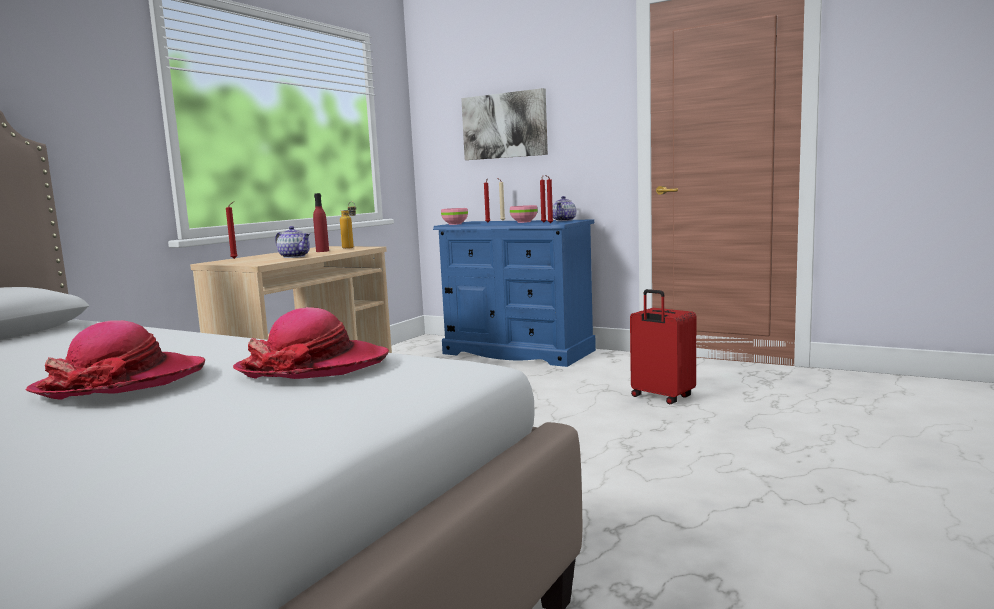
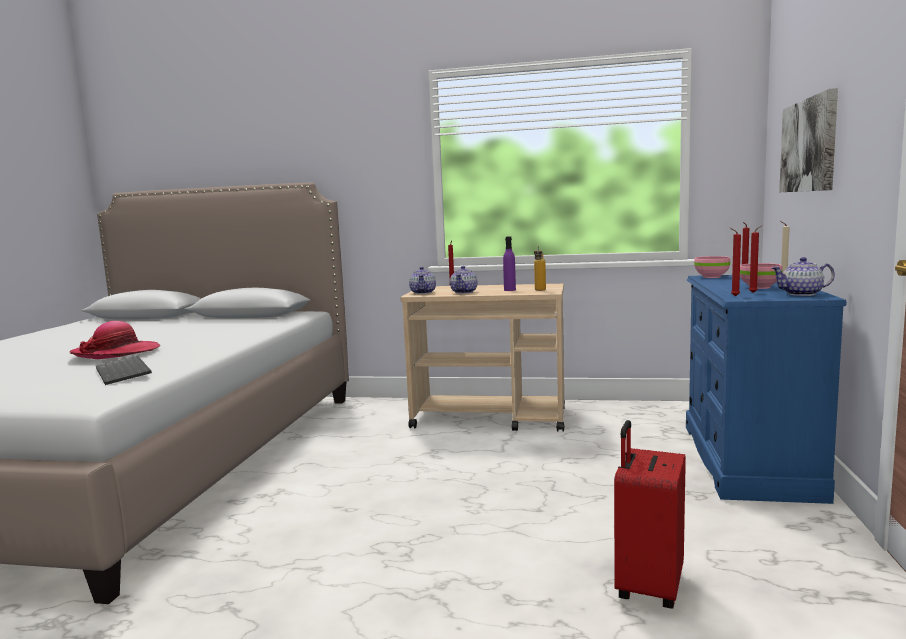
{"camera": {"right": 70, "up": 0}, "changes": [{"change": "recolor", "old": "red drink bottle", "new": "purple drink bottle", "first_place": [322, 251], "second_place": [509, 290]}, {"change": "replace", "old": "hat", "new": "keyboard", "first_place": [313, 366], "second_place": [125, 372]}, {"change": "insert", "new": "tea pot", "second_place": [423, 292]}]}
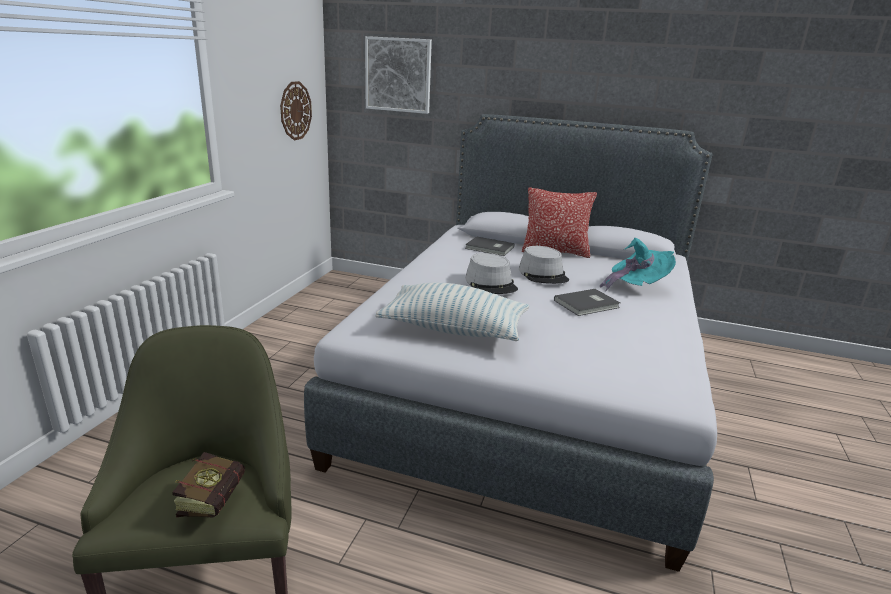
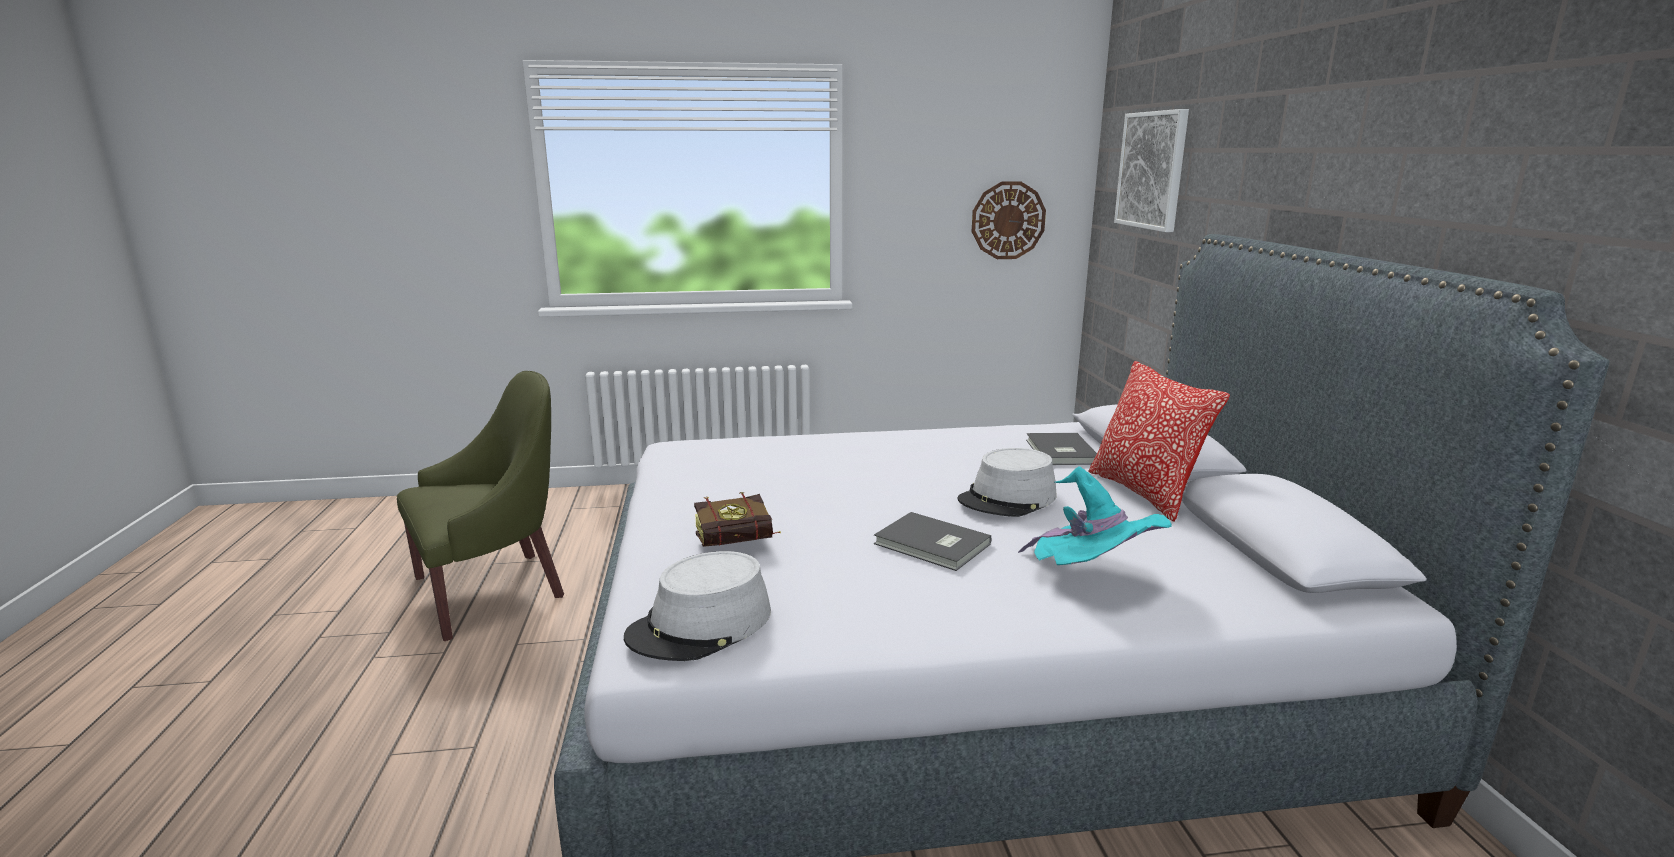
{"camera": {"right": 65, "up": -5}, "changes": [{"change": "move", "old": "grey hat", "first_place": [491, 284], "second_place": [701, 625]}, {"change": "delete", "old": "throw pillow", "first_place": [453, 329]}, {"change": "move", "old": "bound book", "first_place": [216, 497], "second_place": [742, 544]}]}
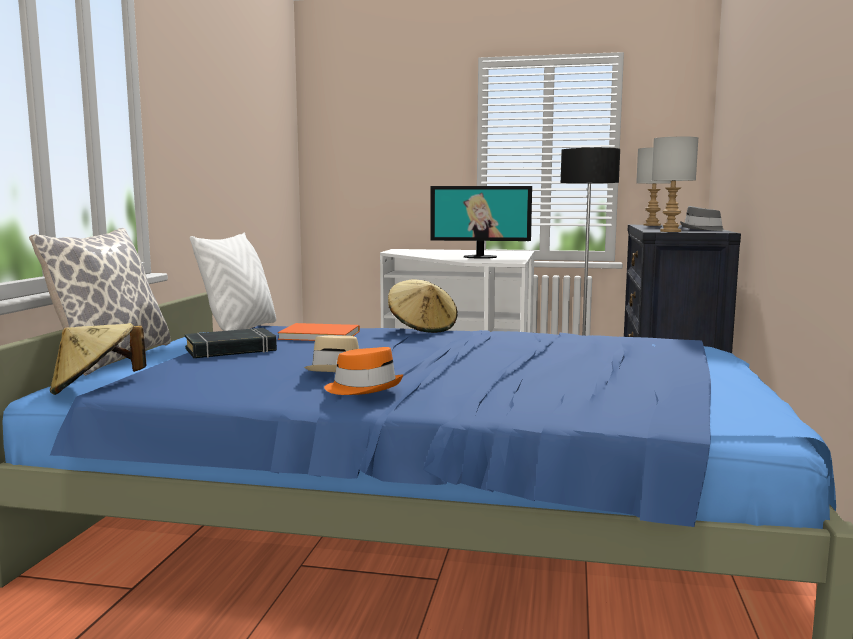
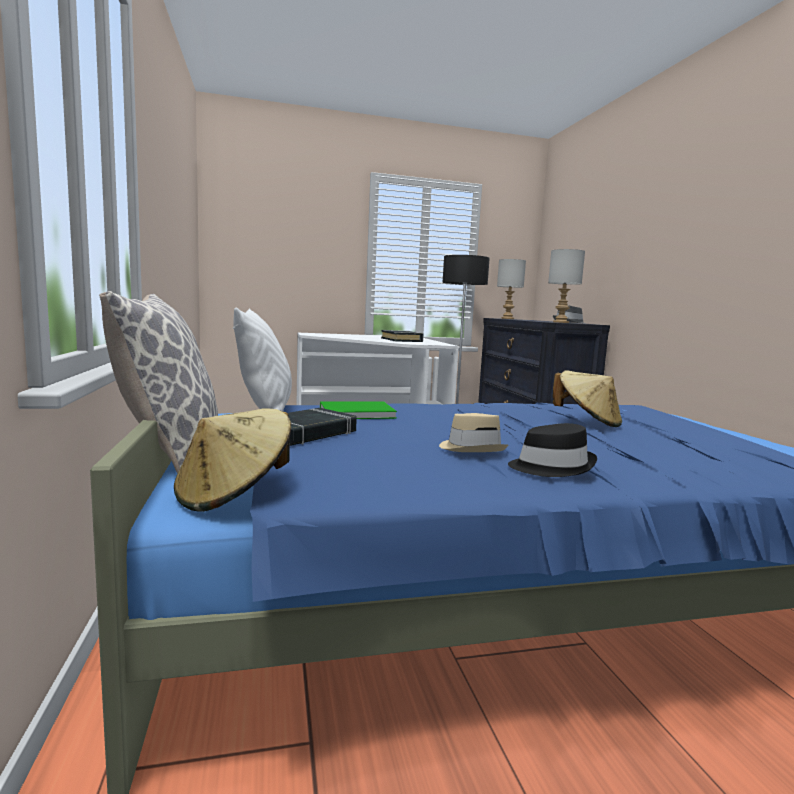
{"camera": {"right": -25, "up": 0}, "changes": [{"change": "replace", "old": "computer display", "new": "blackish bound book", "first_place": [480, 257], "second_place": [401, 340]}, {"change": "move", "old": "beige hat", "first_place": [422, 328], "second_place": [587, 421]}, {"change": "recolor", "old": "orange bound book", "new": "green-coloured bound book", "first_place": [318, 335], "second_place": [354, 412]}, {"change": "recolor", "old": "orange hat", "new": "blackish hat", "first_place": [364, 388], "second_place": [551, 467]}]}
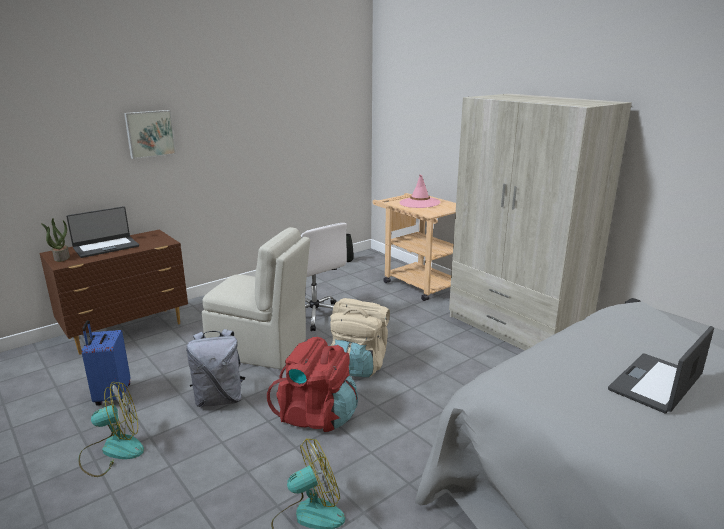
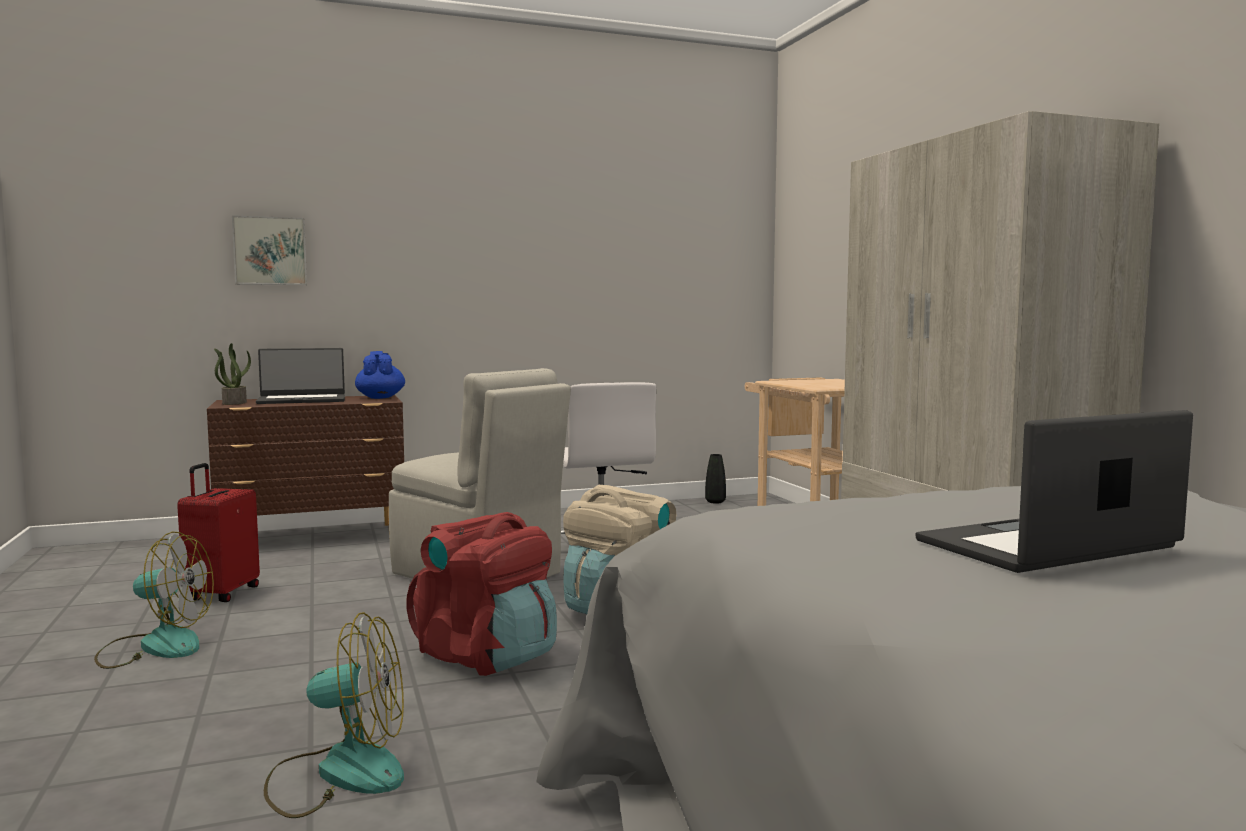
{"camera": {"right": 20, "up": -15}, "changes": [{"change": "move", "old": "picture", "first_place": [149, 133], "second_place": [270, 251]}, {"change": "delete", "old": "pinkish hat", "first_place": [419, 203]}, {"change": "recolor", "old": "blue-coloured suitcase", "new": "red suitcase", "first_place": [112, 395], "second_place": [221, 594]}, {"change": "delete", "old": "grey rucksack", "first_place": [219, 399]}, {"change": "insert", "new": "blue-coloured tea pot", "second_place": [380, 397]}]}
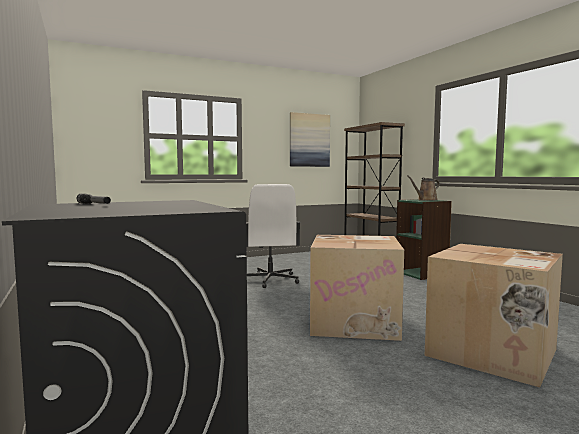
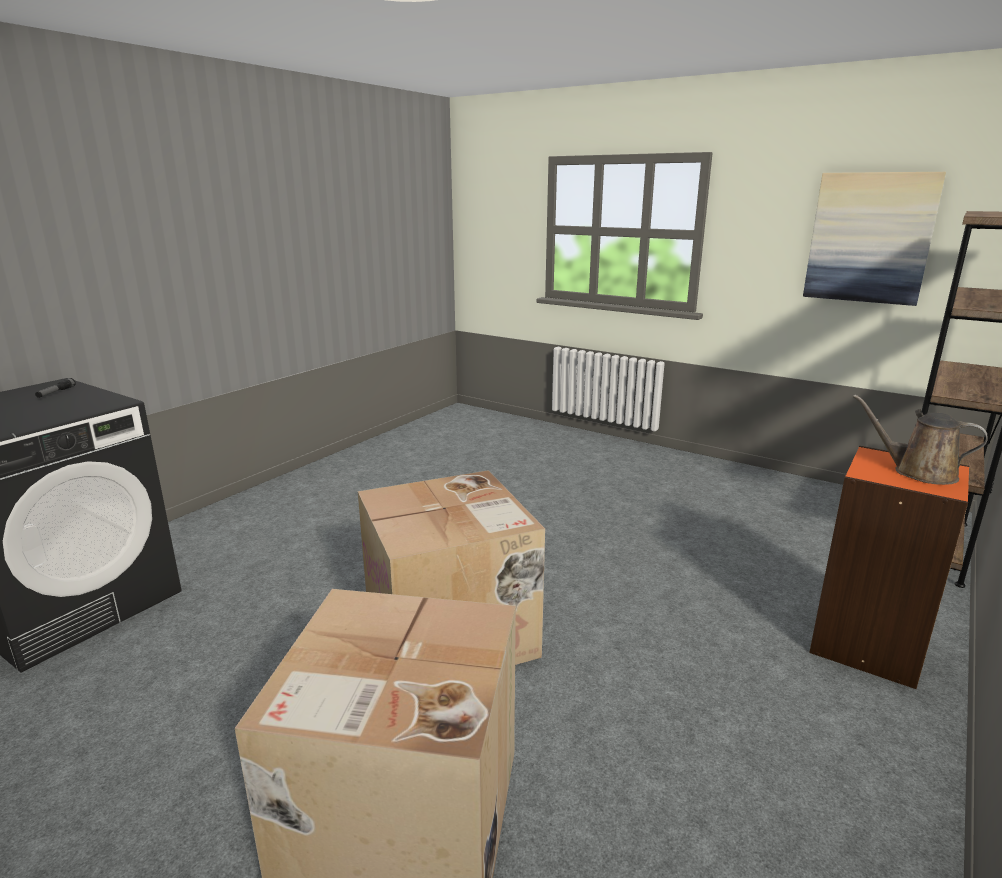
{"camera": {"right": 60, "up": 15}, "changes": [{"change": "delete", "old": "whitish desk chair", "first_place": [270, 280]}, {"change": "recolor", "old": "green-coloured shelving unit", "new": "orange shelving unit", "first_place": [422, 274], "second_place": [869, 644]}]}
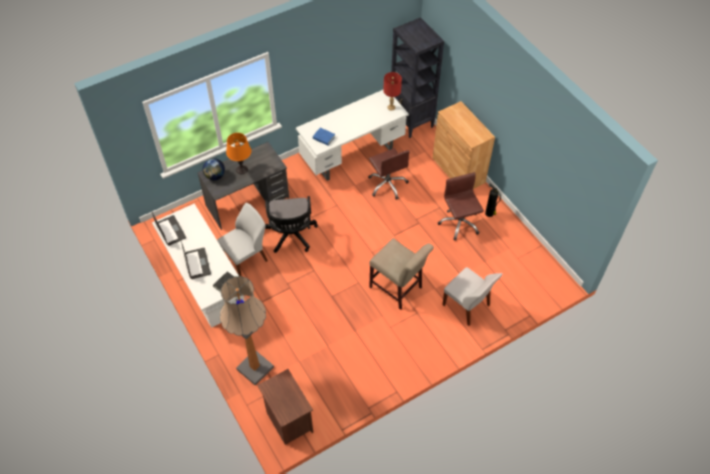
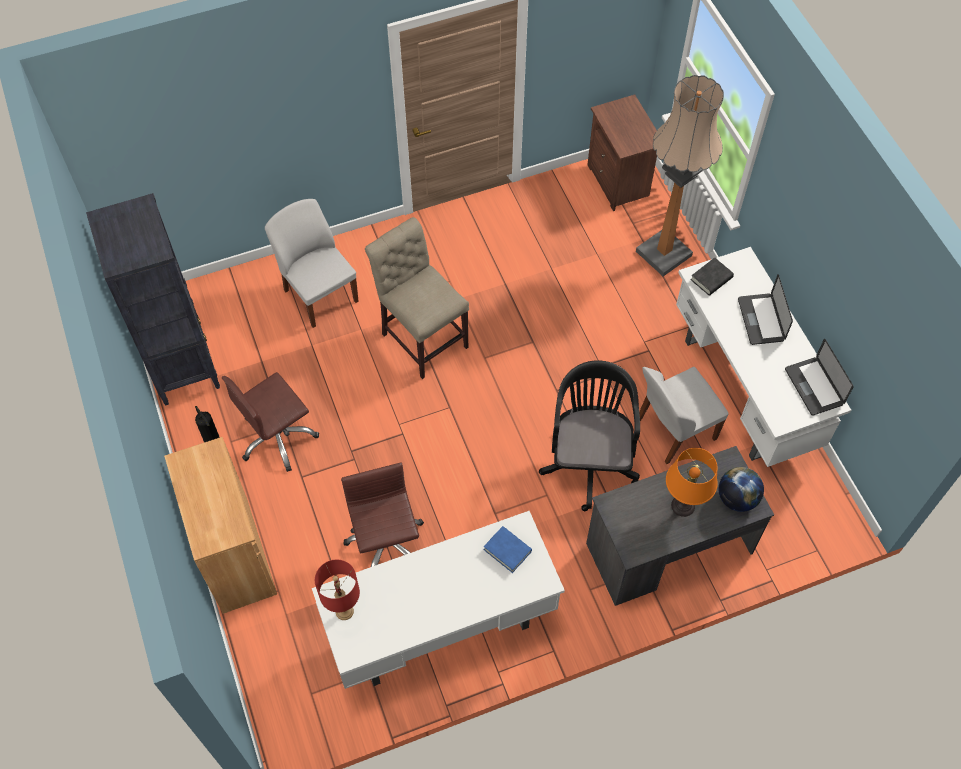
{"camera": {"right": -170, "up": 5}, "changes": [{"change": "move", "old": "blackish shelving unit", "first_place": [411, 121], "second_place": [184, 367]}, {"change": "rotate", "old": "brown desk chair", "first_place": [459, 223], "second_place": [278, 438], "degrees": 60}]}
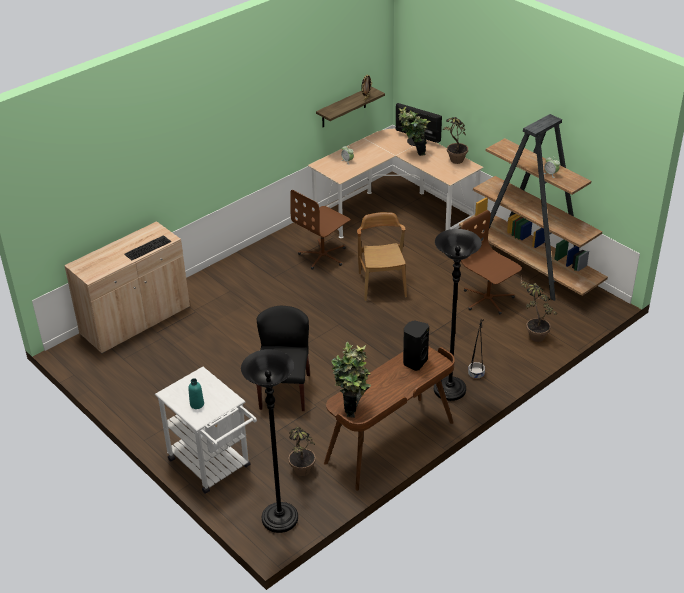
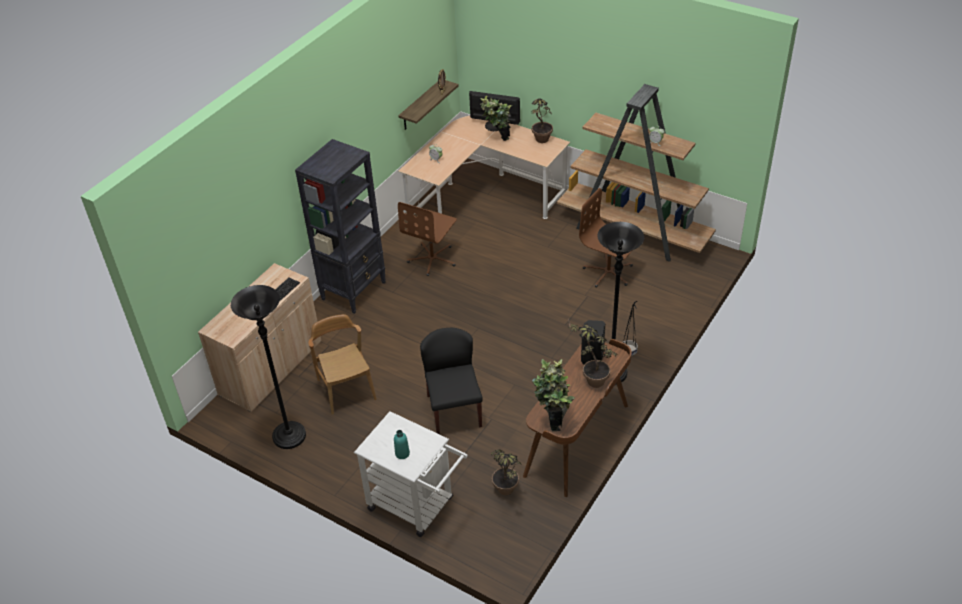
{"camera": {"right": -15, "up": 5}, "changes": [{"change": "move", "old": "brown upright chair", "first_place": [382, 285], "second_place": [346, 389]}, {"change": "move", "old": "plant in a pot", "first_place": [533, 334], "second_place": [590, 378]}, {"change": "move", "old": "blackish floor lamp", "first_place": [279, 519], "second_place": [289, 436]}, {"change": "insert", "new": "blackish shelving unit", "second_place": [354, 290]}]}
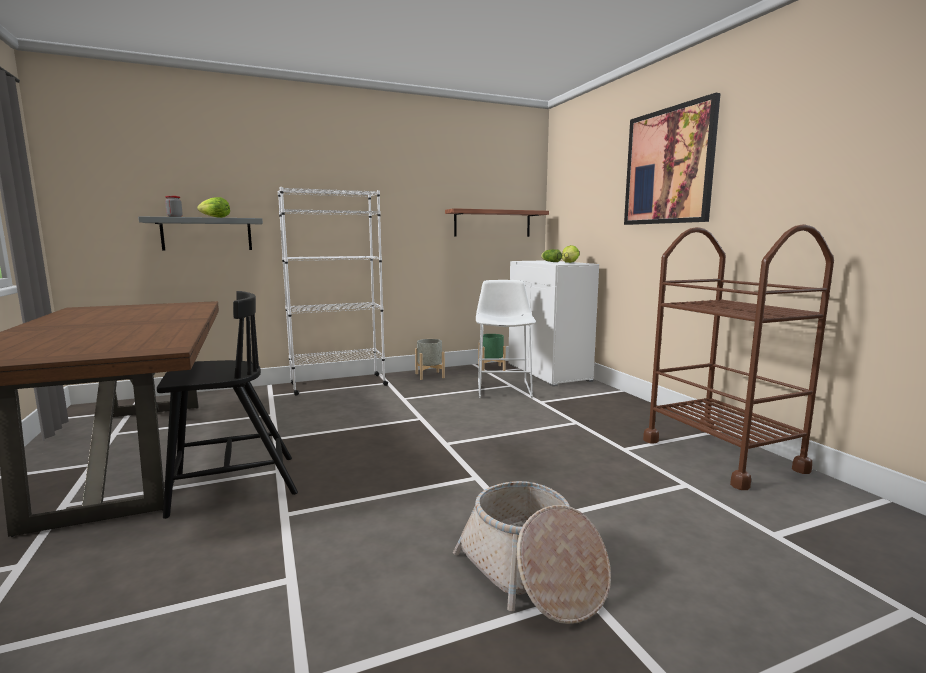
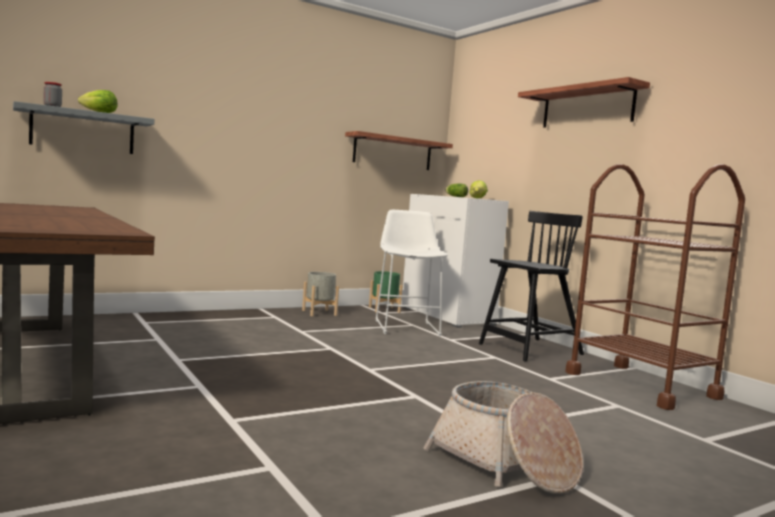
{"camera": {"right": -10, "up": -5}, "changes": [{"change": "replace", "old": "picture", "new": "wall shelf", "first_place": [668, 166], "second_place": [587, 107]}, {"change": "delete", "old": "whitish shelving unit", "first_place": [338, 384]}, {"change": "move", "old": "blackish upright chair", "first_place": [231, 485], "second_place": [529, 350]}]}
